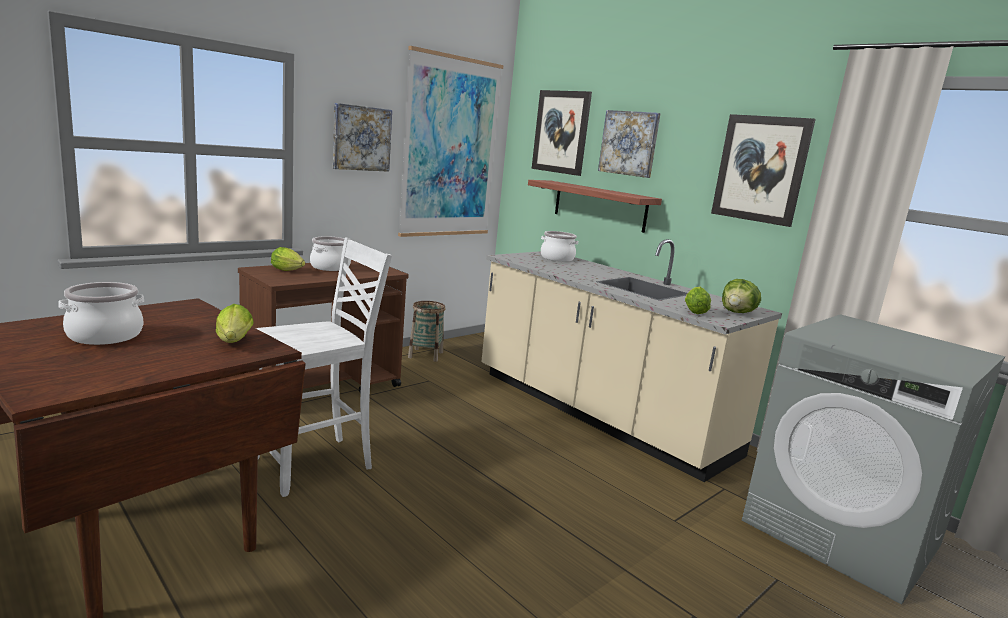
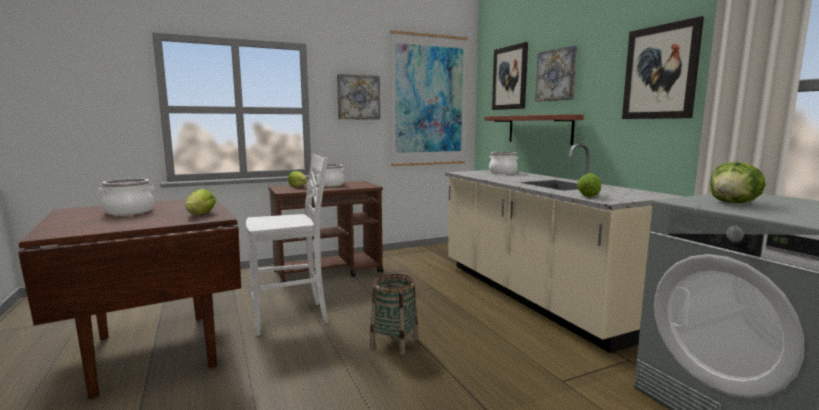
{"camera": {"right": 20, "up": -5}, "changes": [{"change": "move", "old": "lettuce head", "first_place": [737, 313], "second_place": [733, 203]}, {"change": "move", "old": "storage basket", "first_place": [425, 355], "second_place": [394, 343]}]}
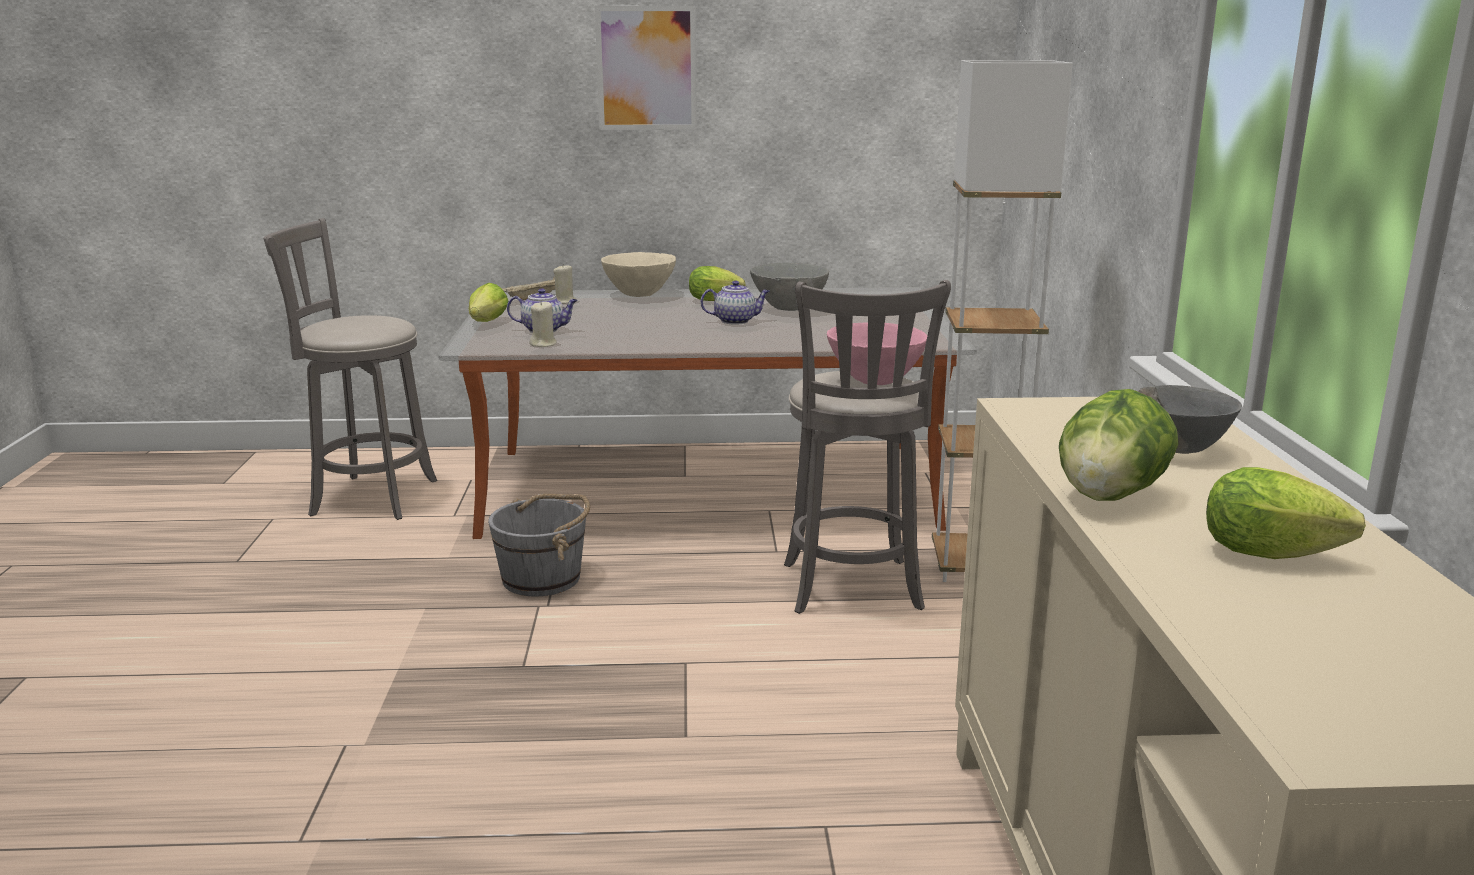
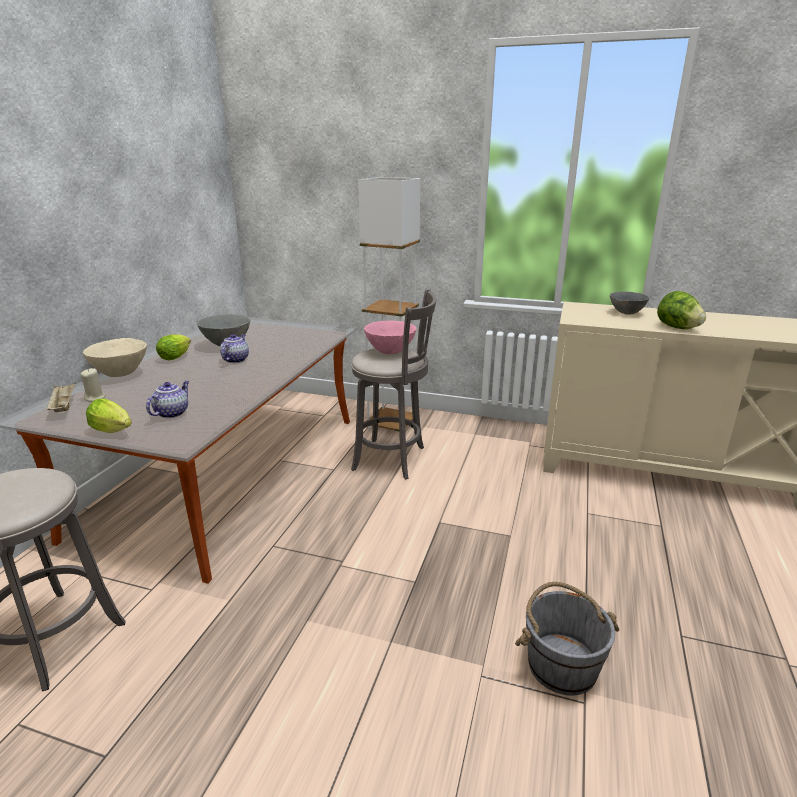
{"camera": {"right": -70, "up": 5}, "changes": [{"change": "delete", "old": "picture", "first_place": [646, 68]}, {"change": "delete", "old": "beige wax light", "first_place": [543, 344]}, {"change": "delete", "old": "lettuce head", "first_place": [1278, 555]}, {"change": "move", "old": "grey pail", "first_place": [543, 578], "second_place": [561, 664]}]}
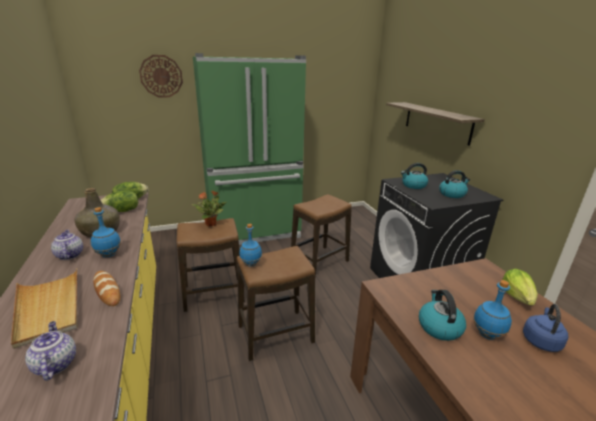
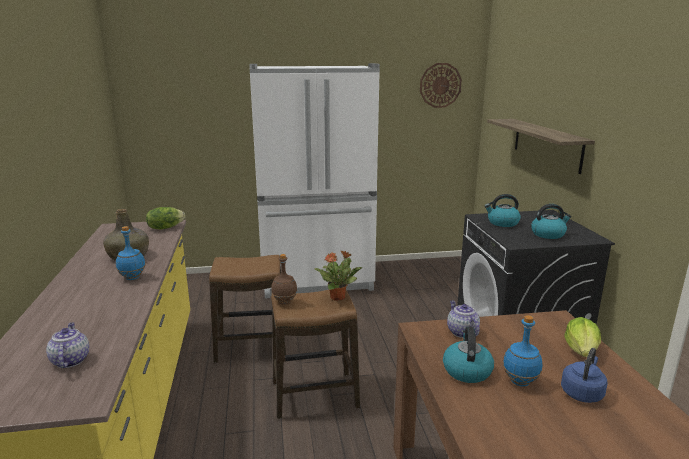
{"camera": {"right": 10, "up": -5}, "changes": [{"change": "recolor", "old": "green-coloured refrigerator", "new": "whitish refrigerator", "first_place": [255, 232], "second_place": [317, 280]}, {"change": "move", "old": "clock on the wall", "first_place": [161, 76], "second_place": [440, 85]}, {"change": "move", "old": "plant in a pot", "first_place": [211, 224], "second_place": [338, 297]}, {"change": "delete", "old": "lettuce head", "first_place": [122, 211]}, {"change": "delete", "old": "stool seat", "first_place": [319, 261]}, {"change": "recolor", "old": "blue-coloured drink bottle", "new": "brown drink bottle", "first_place": [250, 264], "second_place": [284, 302]}, {"change": "move", "old": "tea pot", "first_place": [69, 255], "second_place": [461, 332]}, {"change": "delete", "old": "beige carrying tray", "first_place": [48, 308]}, {"change": "delete", "old": "bakery bread", "first_place": [107, 290]}]}
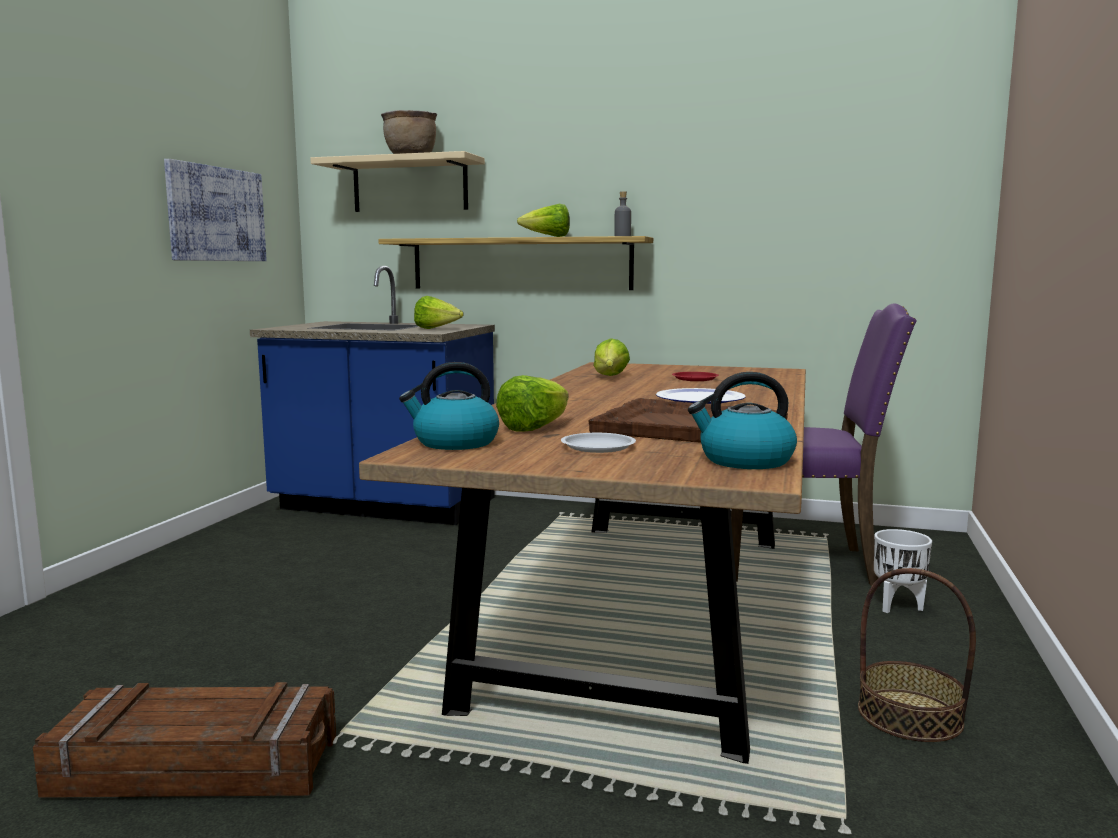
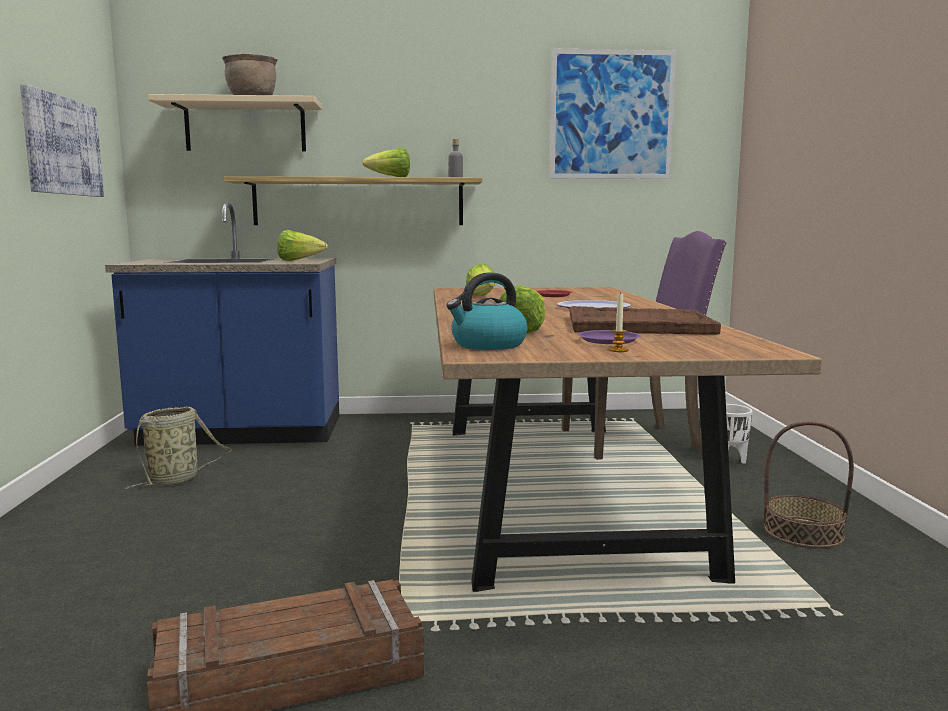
{"camera": {"right": -20, "up": 0}, "changes": [{"change": "delete", "old": "water kettle", "first_place": [744, 461]}, {"change": "recolor", "old": "whitish plate", "new": "purple plate", "first_place": [597, 447], "second_place": [608, 341]}, {"change": "insert", "new": "picture", "second_place": [611, 115]}, {"change": "insert", "new": "wax light", "second_place": [618, 350]}, {"change": "insert", "new": "storage basket", "second_place": [176, 479]}]}
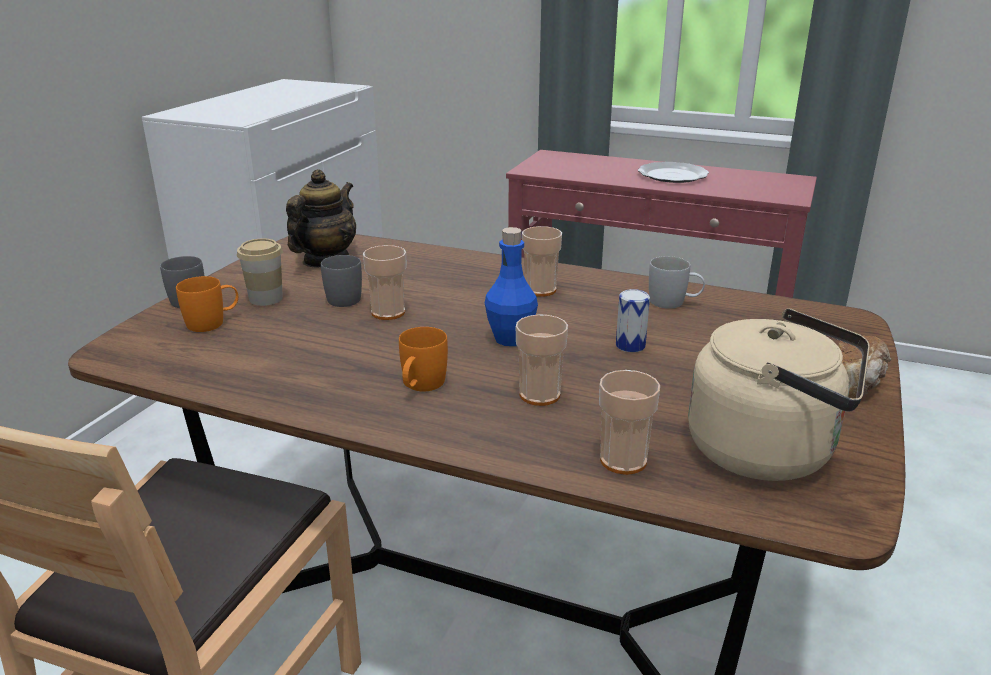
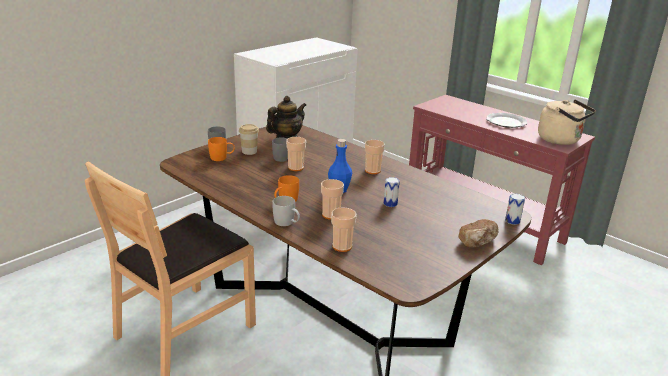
{"camera": {"right": 20, "up": 0}, "changes": [{"change": "move", "old": "whitish coffee mug", "first_place": [674, 303], "second_place": [287, 223]}, {"change": "move", "old": "beige water kettle", "first_place": [769, 452], "second_place": [561, 140]}, {"change": "insert", "new": "metal can", "second_place": [512, 221]}]}
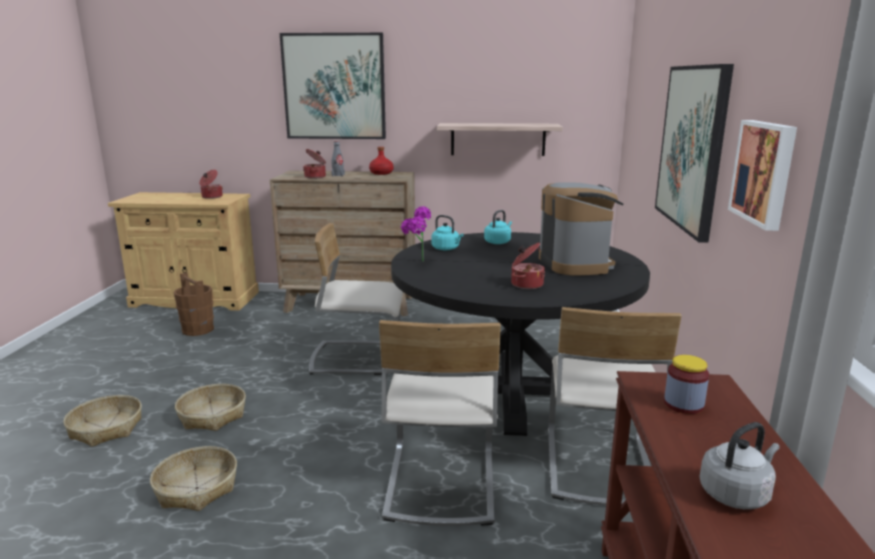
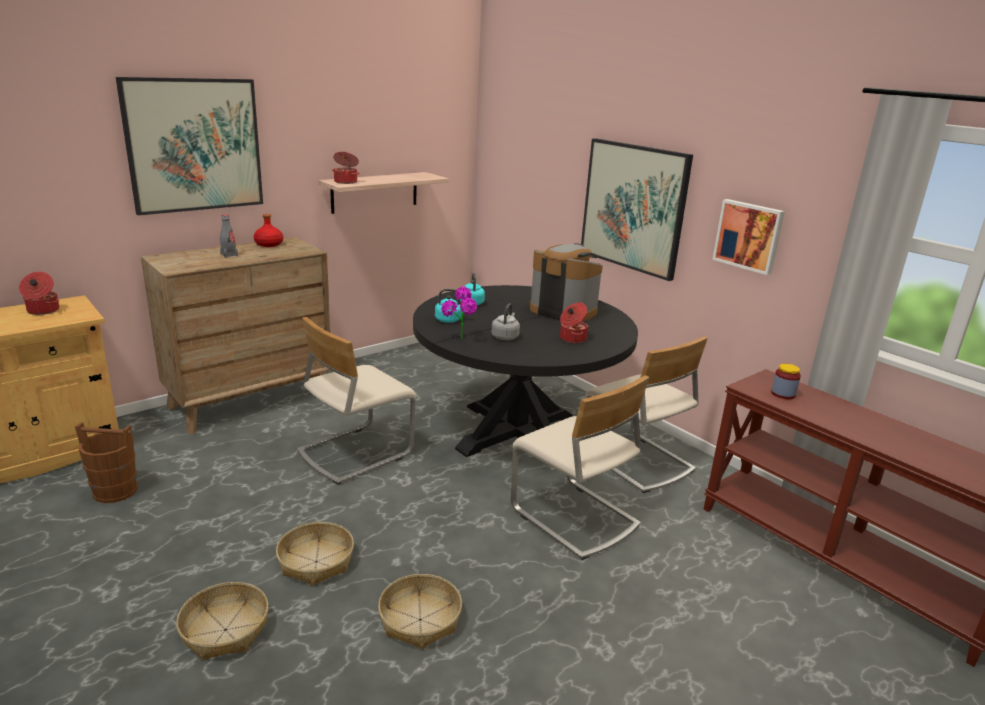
{"camera": {"right": -45, "up": 5}, "changes": [{"change": "move", "old": "saucepot", "first_place": [316, 177], "second_place": [346, 182]}, {"change": "move", "old": "grey water kettle", "first_place": [736, 494], "second_place": [505, 336]}]}
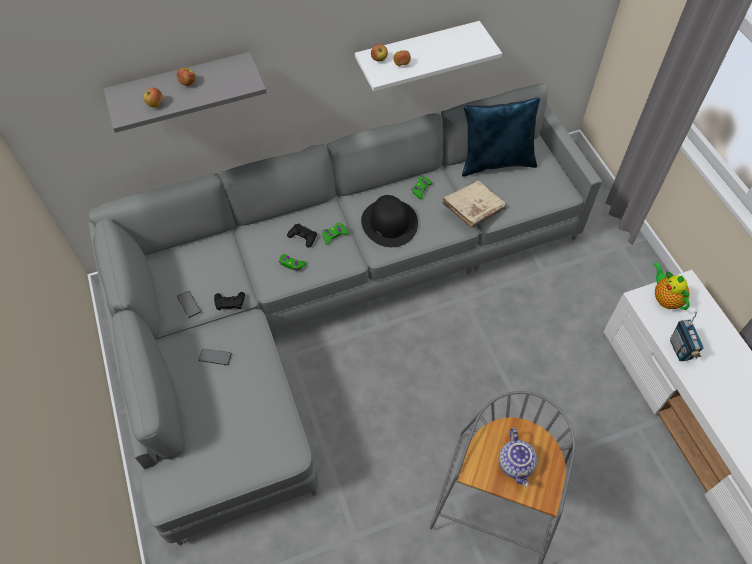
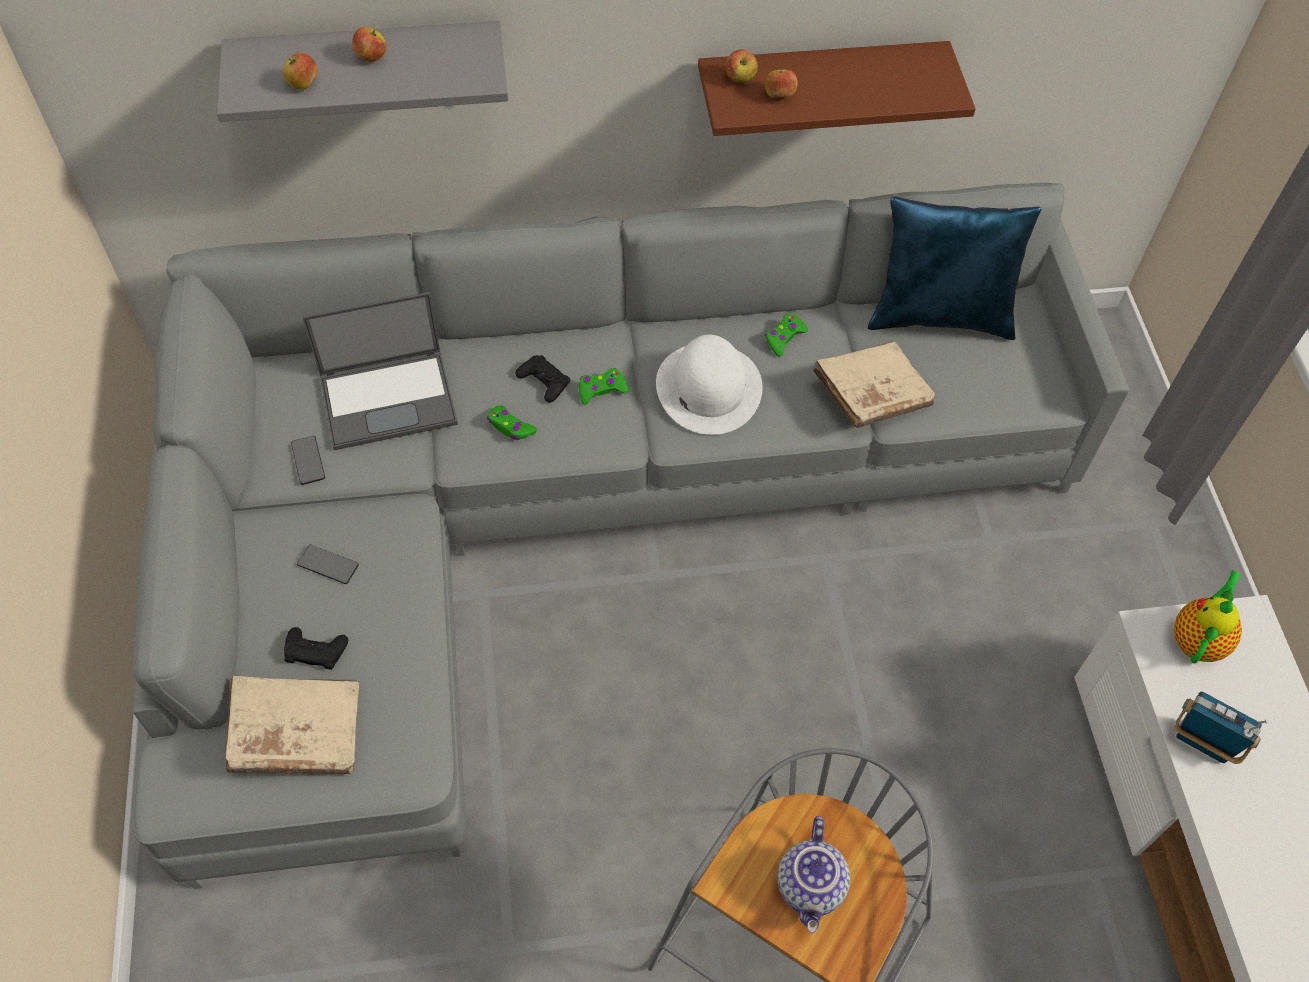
{"camera": {"right": 10, "up": 0}, "changes": [{"change": "recolor", "old": "whitish wall shelf", "new": "brown wall shelf", "first_place": [417, 55], "second_place": [819, 85]}, {"change": "recolor", "old": "blackish hat", "new": "whitish hat", "first_place": [389, 222], "second_place": [708, 387]}, {"change": "rotate", "old": "tea pot", "first_place": [665, 298], "second_place": [1198, 639], "degrees": 45}, {"change": "move", "old": "blackish joypad", "first_place": [229, 302], "second_place": [315, 651]}, {"change": "rotate", "old": "radio set", "first_place": [680, 349], "second_place": [1202, 743], "degrees": 120}, {"change": "insert", "new": "notebook computer", "second_place": [390, 398]}, {"change": "insert", "new": "beige bound book", "second_place": [297, 733]}]}
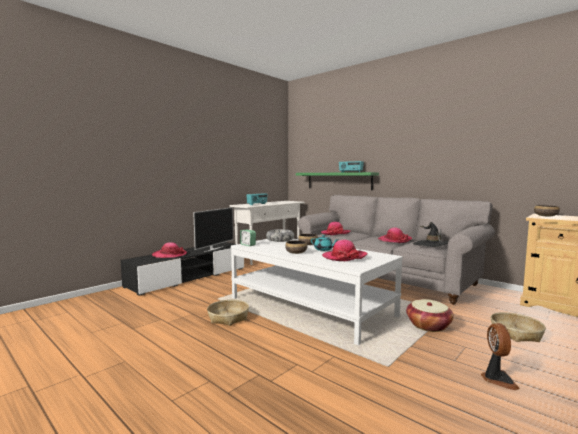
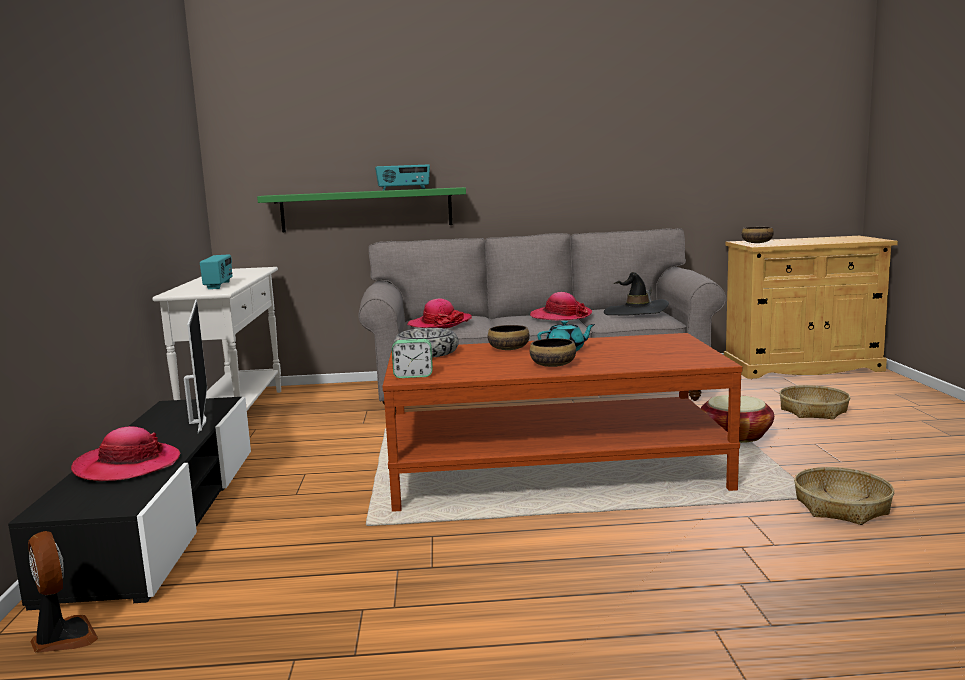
{"camera": {"right": -45, "up": 5}, "changes": [{"change": "recolor", "old": "whitish coffee table", "new": "brown coffee table", "first_place": [310, 307], "second_place": [555, 471]}, {"change": "delete", "old": "hat", "first_place": [344, 257]}, {"change": "move", "old": "storage basket", "first_place": [228, 317], "second_place": [841, 507]}, {"change": "move", "old": "cooling fan", "first_place": [497, 379], "second_place": [62, 638]}]}
